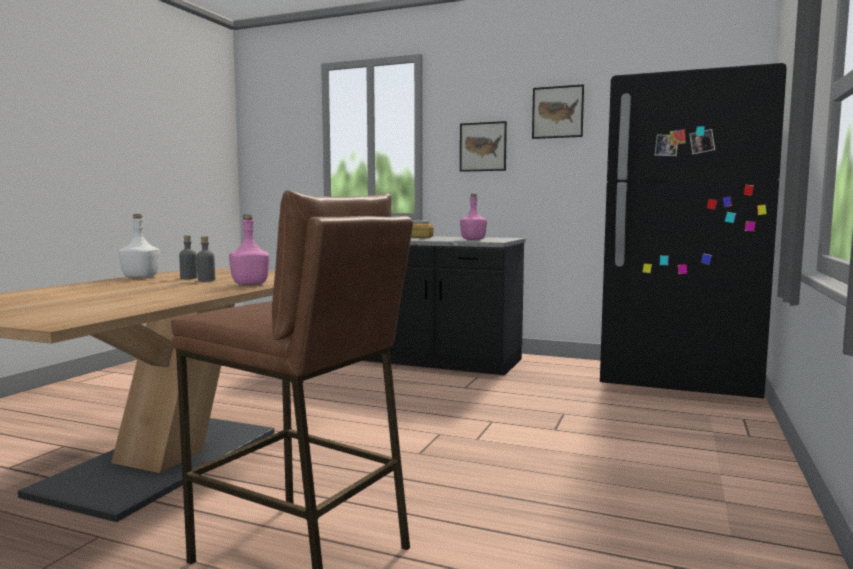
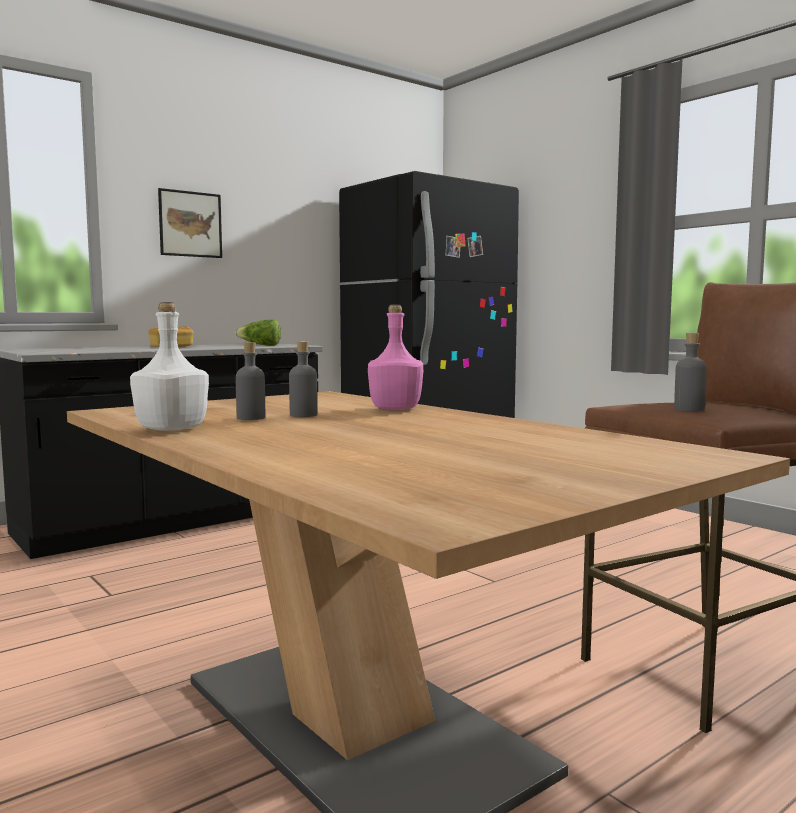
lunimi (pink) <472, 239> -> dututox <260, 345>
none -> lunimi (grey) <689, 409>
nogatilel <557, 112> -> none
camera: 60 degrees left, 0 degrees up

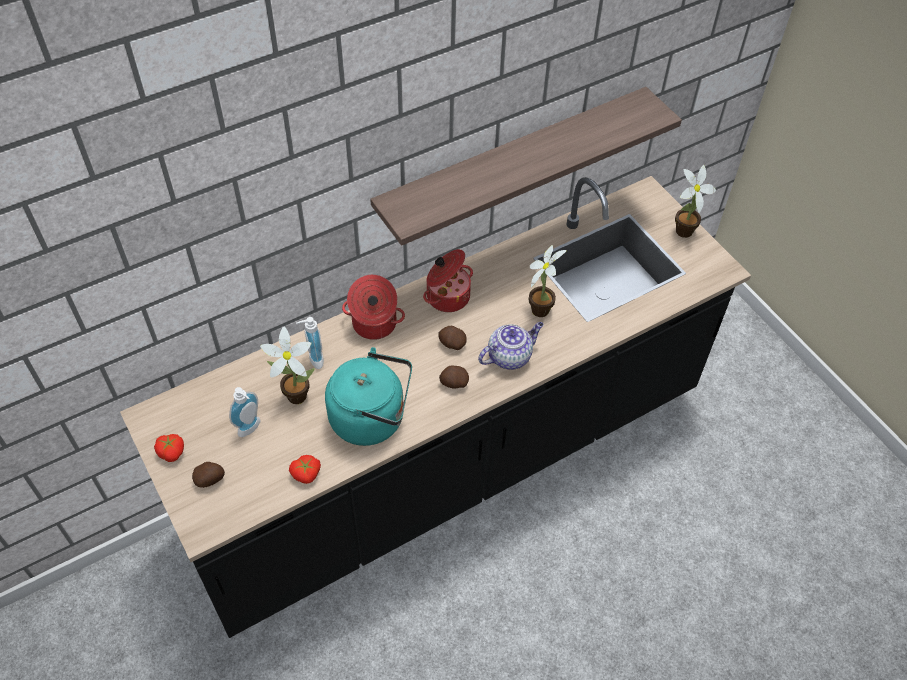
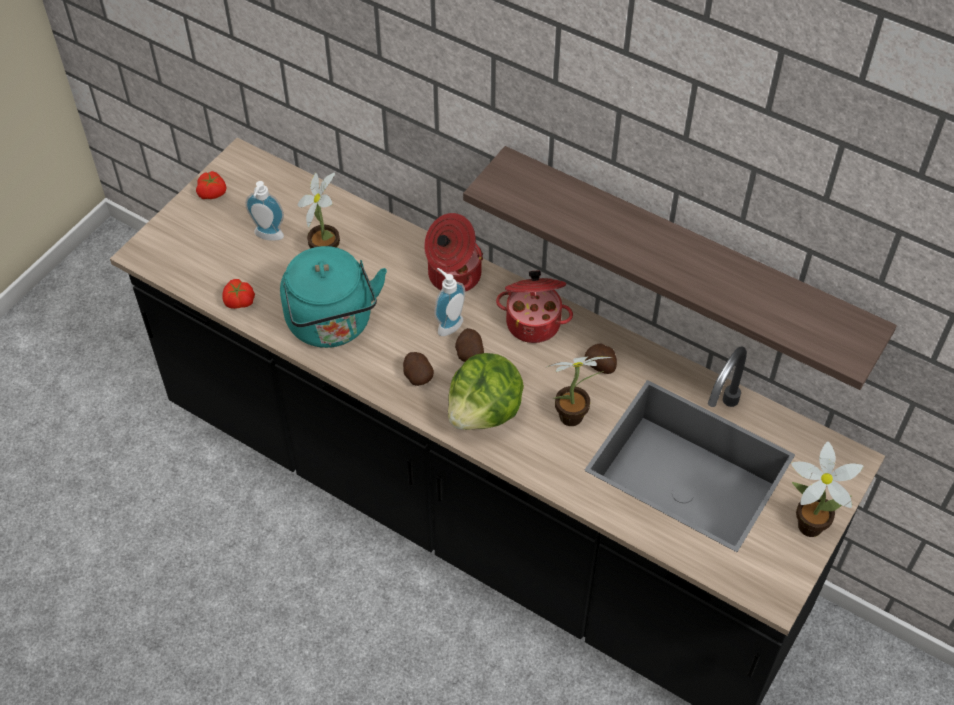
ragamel <313, 359> -> ragamel <447, 324>, shifted
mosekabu <510, 356> -> dututox <485, 412>
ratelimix <210, 479> -> ratelimix <601, 366>, shifted
camera: 65 degrees right, 0 degrees up

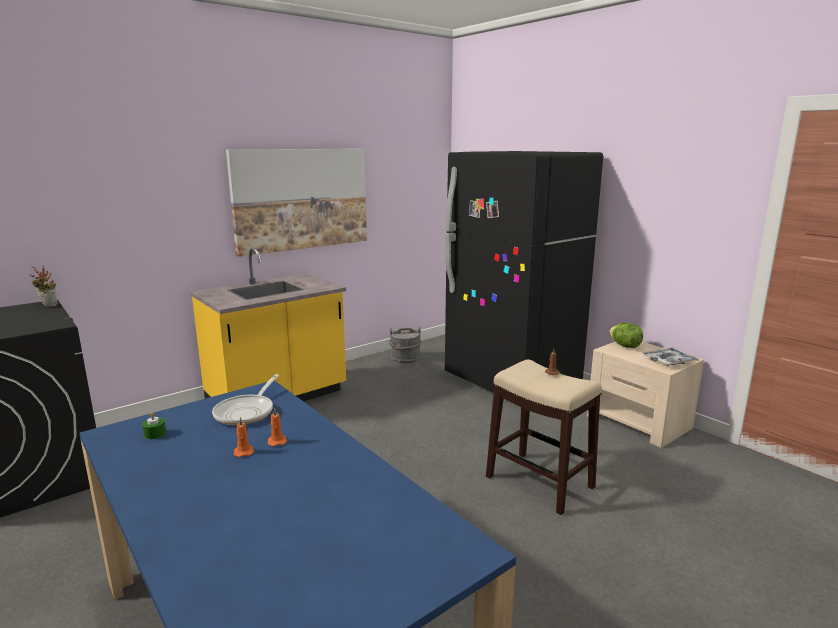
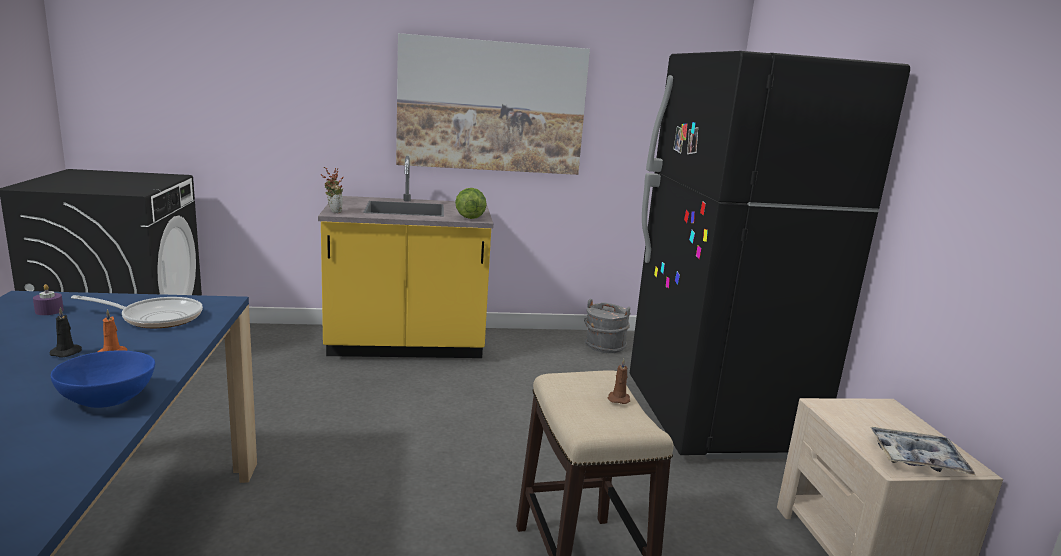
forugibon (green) <155, 434> -> forugibon (purple) <49, 311>
forugibon (orange) <243, 451> -> forugibon (black) <67, 352>
none -> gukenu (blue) <108, 399>
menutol <247, 412> -> menutol <156, 318>, 135 degrees counterclockwise
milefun <47, 306> -> milefun <333, 211>, shifted
dututox <625, 346> -> dututox <470, 217>, shifted
camera: 30 degrees right, 0 degrees up

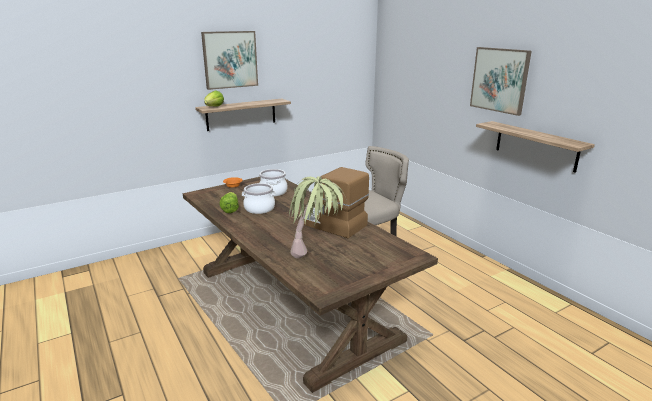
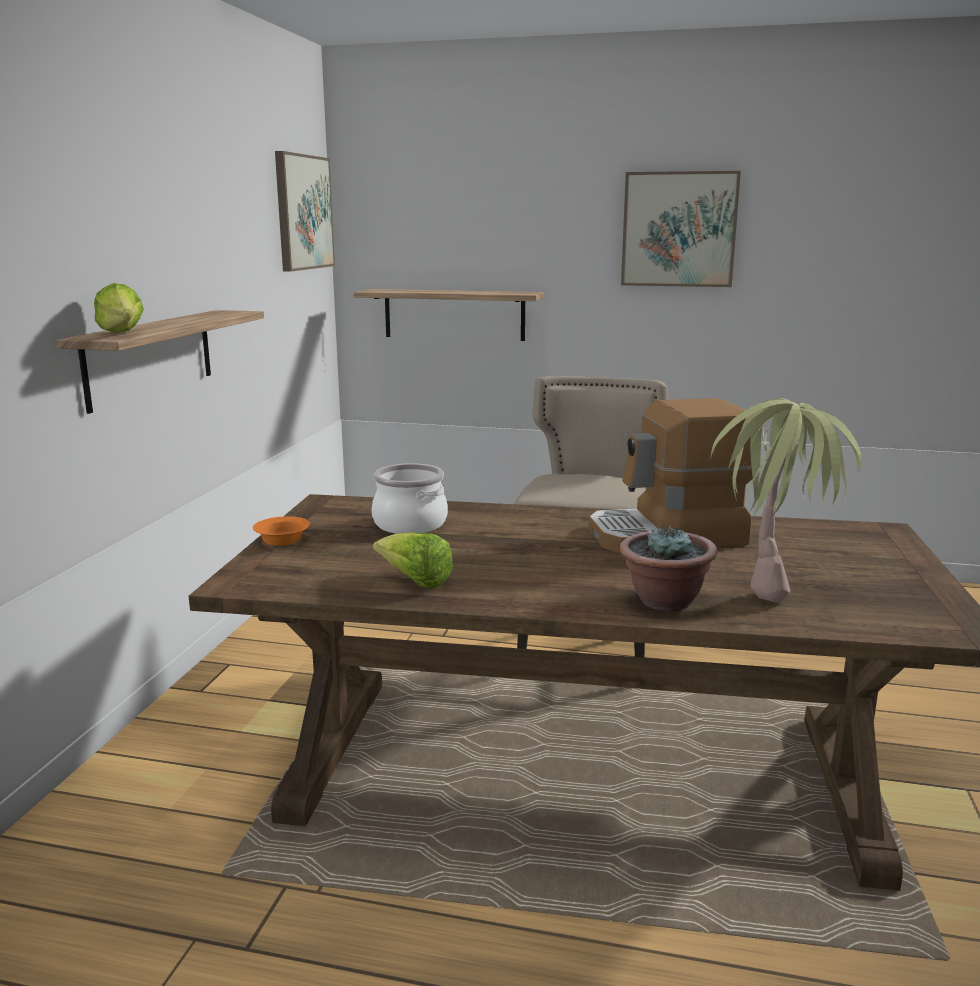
nogatilel <230, 59> -> nogatilel <303, 212>, shifted
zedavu <536, 146> -> zedavu <454, 314>, shifted
none -> milefun <664, 601>
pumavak <259, 208> -> none
camera: 45 degrees left, 5 degrees down

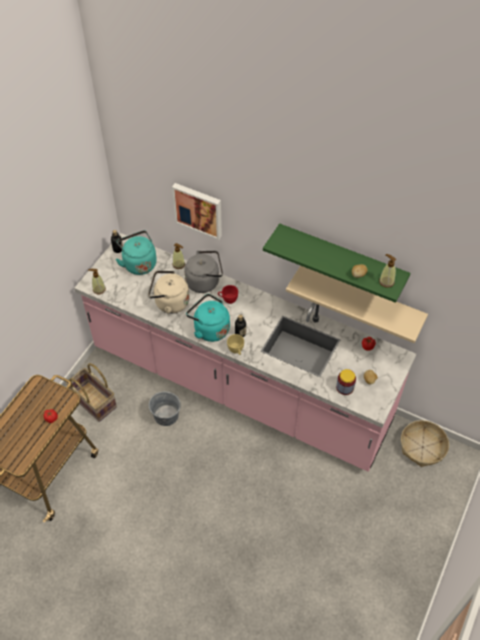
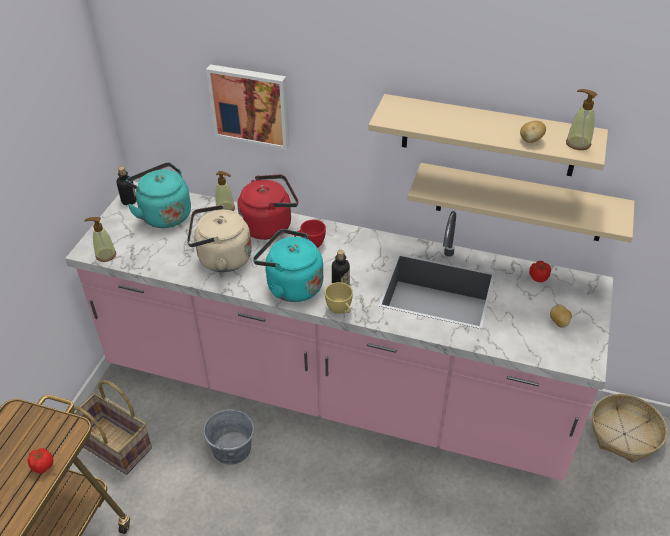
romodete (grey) <205, 282> -> romodete (red) <269, 225>
zedavu (green) <341, 259> -> zedavu (beige) <488, 136>
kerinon <345, 387> -> none
camera: 10 degrees left, 10 degrees down

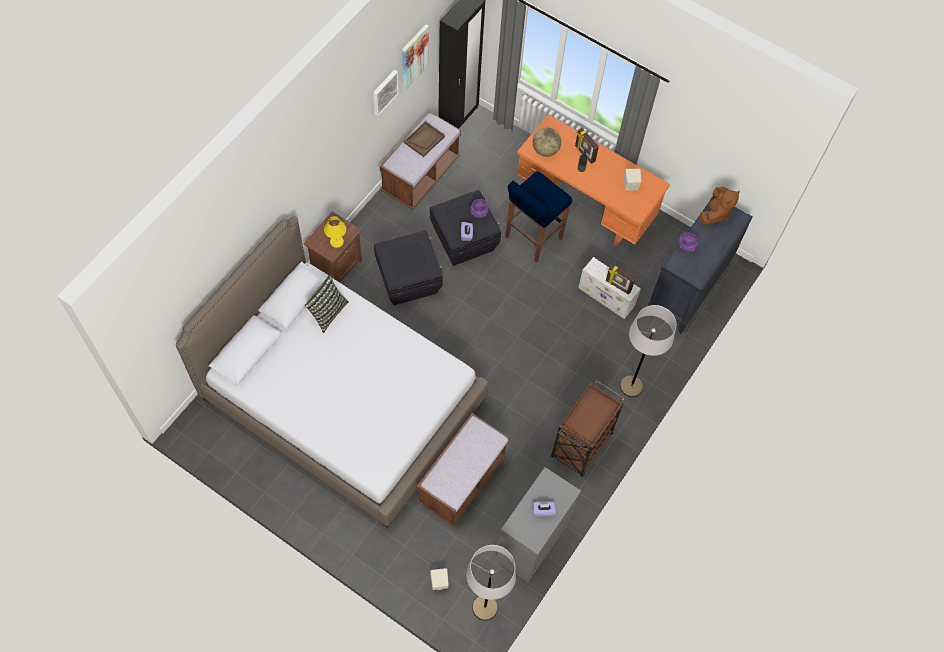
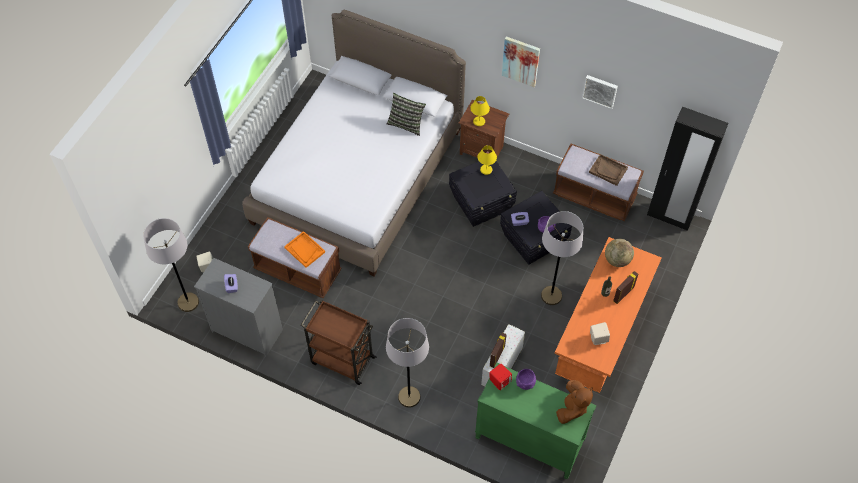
none -> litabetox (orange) <304, 250>
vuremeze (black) <688, 289> -> vuremeze (green) <528, 441>
none -> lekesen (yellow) <486, 170>
none -> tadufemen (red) <499, 381>
nogatilel <414, 57> -> nogatilel <521, 61>, shifted
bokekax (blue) <533, 238> -> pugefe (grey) <551, 296>
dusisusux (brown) <715, 213> -> dusisusux (brown) <572, 408>, 90 degrees counterclockwise
camera: 85 degrees right, 5 degrees down

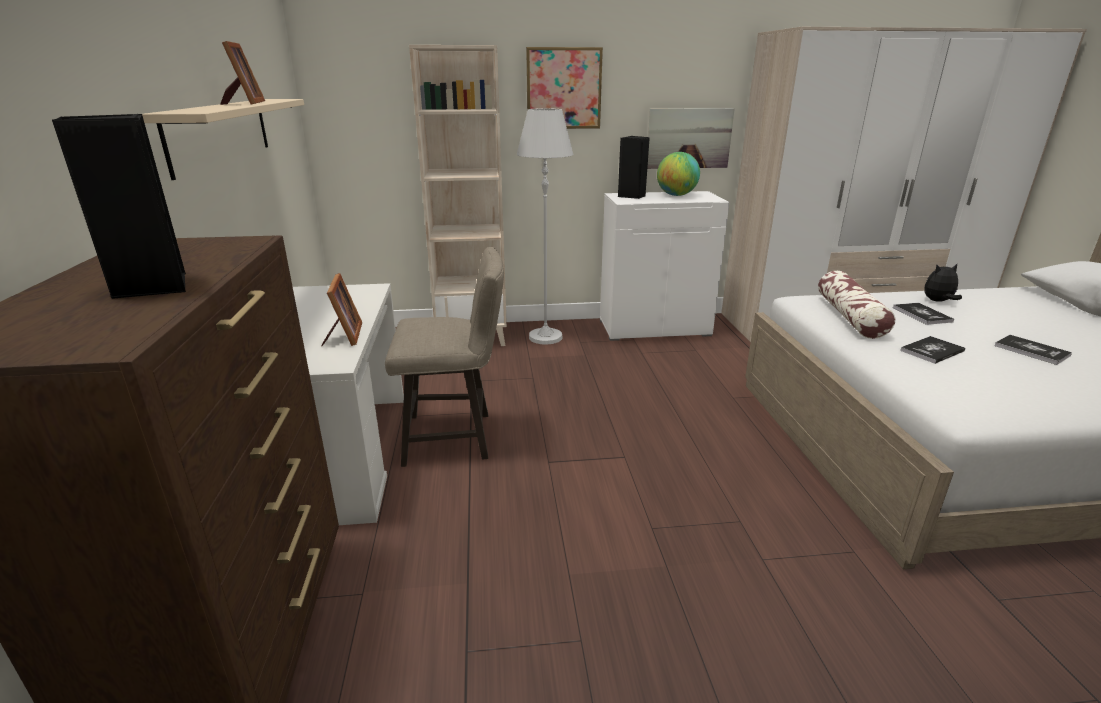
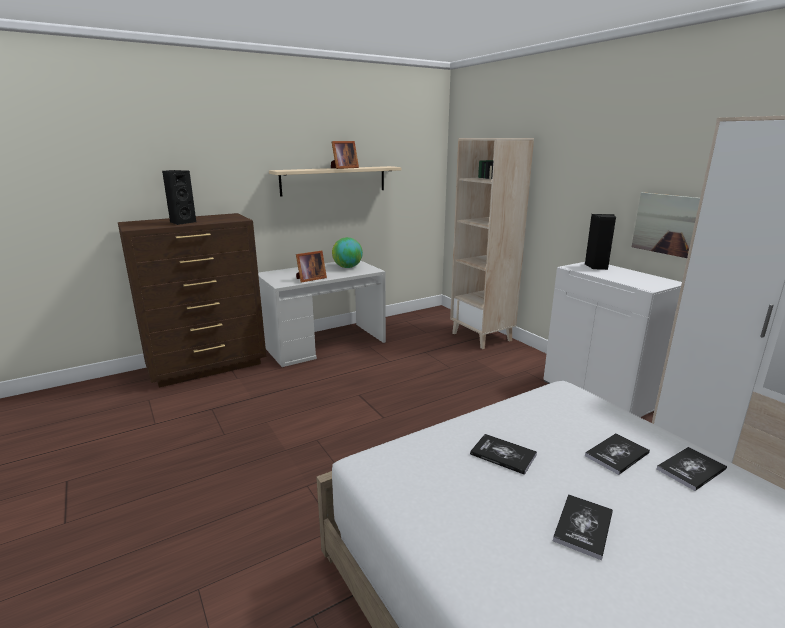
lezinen <676, 195> -> lezinen <347, 267>, shifted
dusisusux <938, 301> -> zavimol <691, 469>
bokekax (beige) <456, 437> -> none
pugefe (white) <545, 337> -> none
nogatilel <563, 88> -> none
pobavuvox <850, 317> -> none
camera: 65 degrees right, 5 degrees down

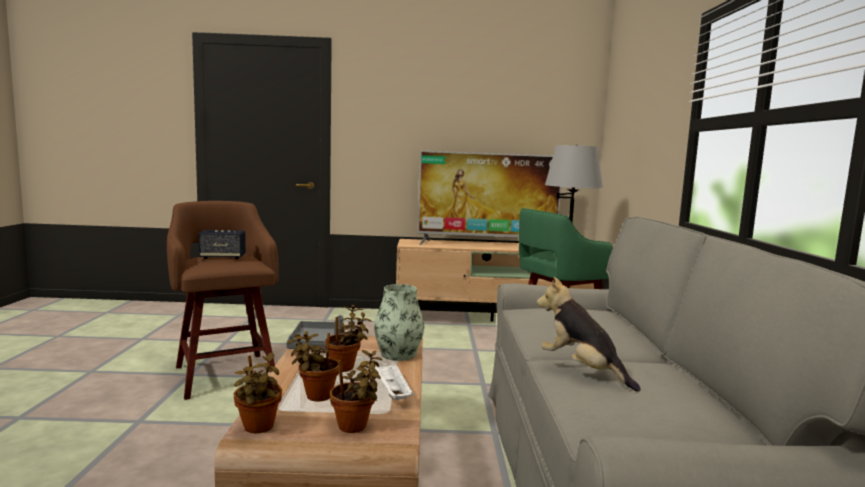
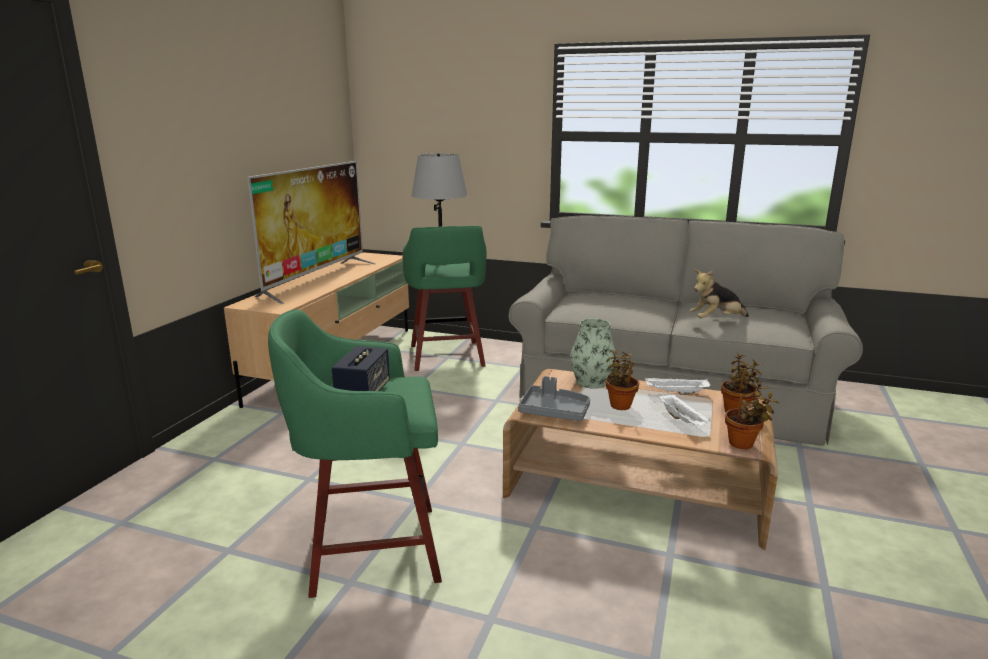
bokekax (brown) <225, 373> -> bokekax (green) <370, 549>
milefun <315, 396> -> litabetox (white) <682, 420>
camera: 70 degrees left, 10 degrees up

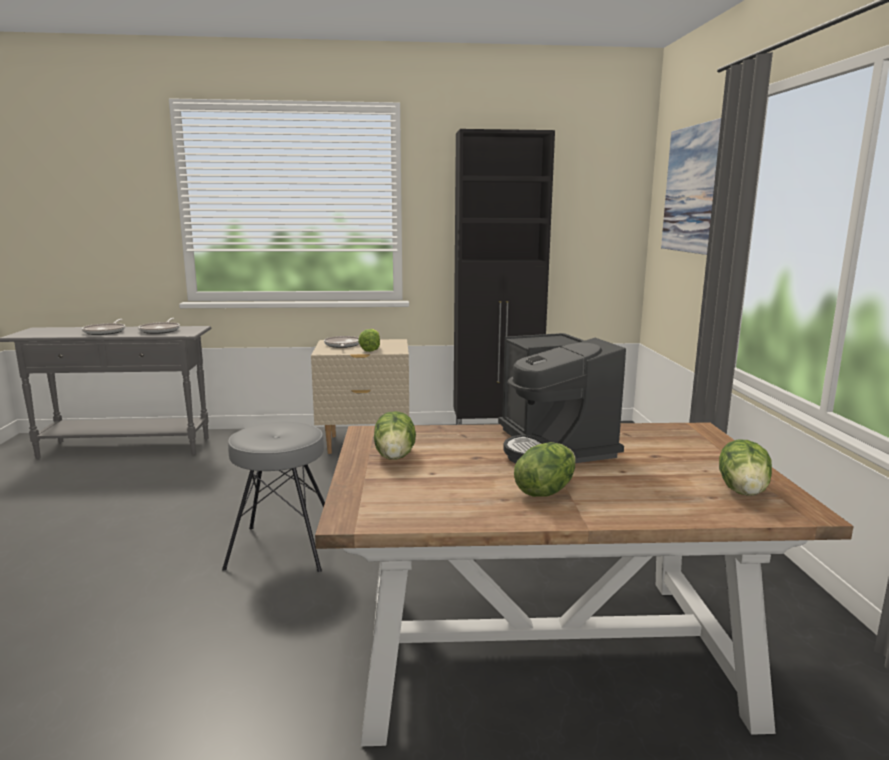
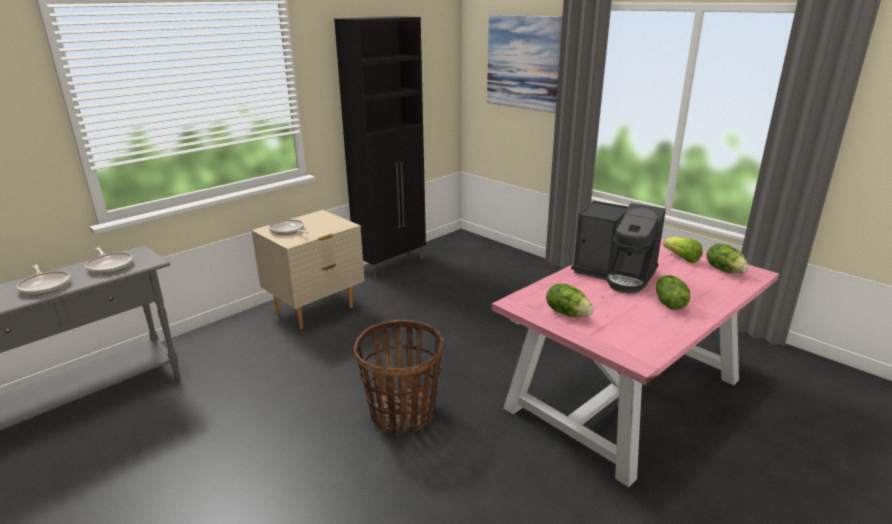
bokekax (grey) <283, 549> -> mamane <402, 413>
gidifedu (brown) <546, 650> -> gidifedu (pink) <625, 393>
dututox <371, 349> -> dututox <682, 258>, shifted
camera: 40 degrees left, 10 degrees up

